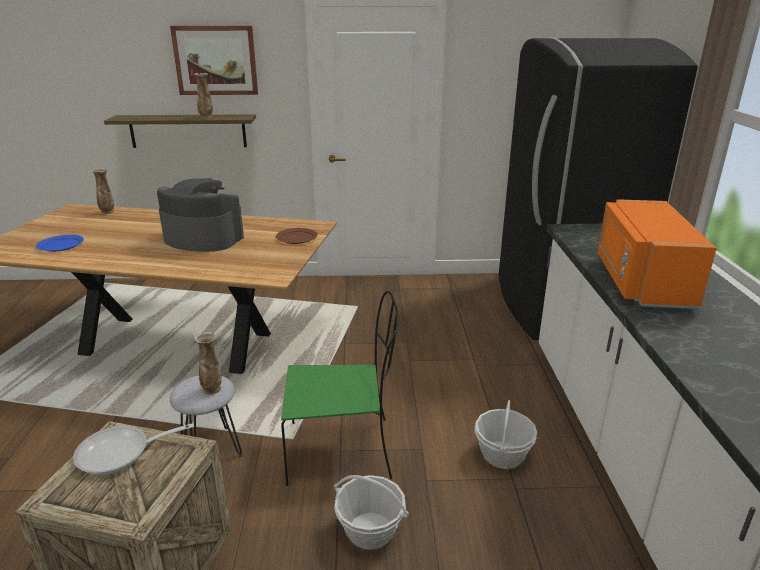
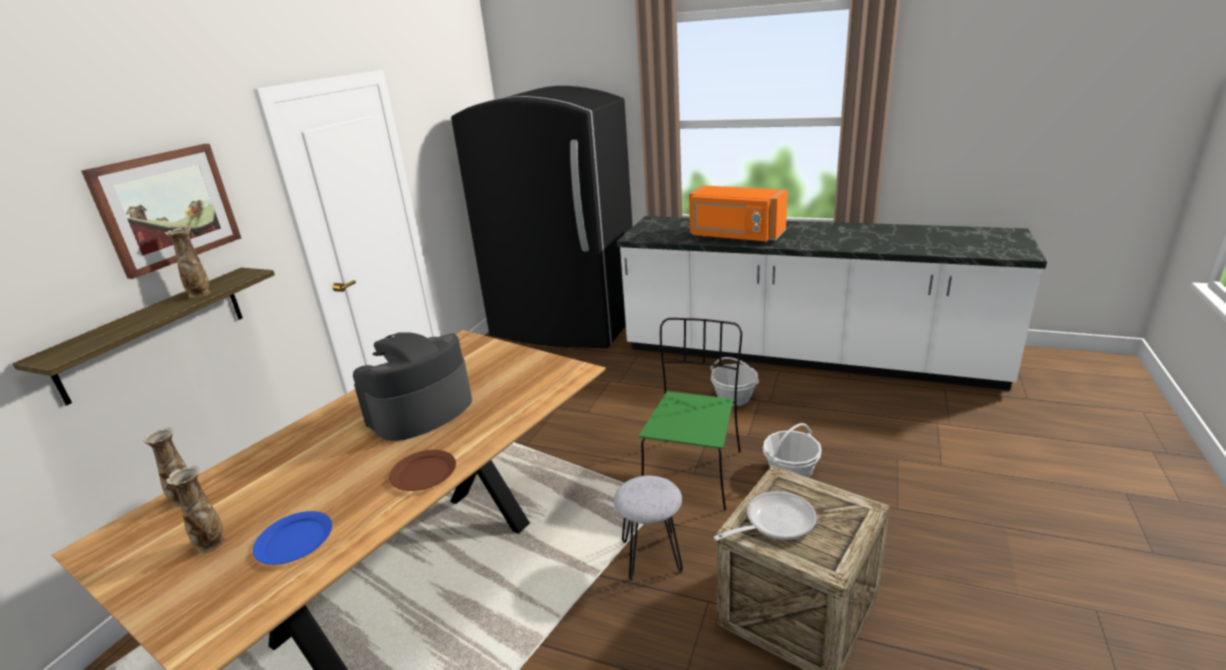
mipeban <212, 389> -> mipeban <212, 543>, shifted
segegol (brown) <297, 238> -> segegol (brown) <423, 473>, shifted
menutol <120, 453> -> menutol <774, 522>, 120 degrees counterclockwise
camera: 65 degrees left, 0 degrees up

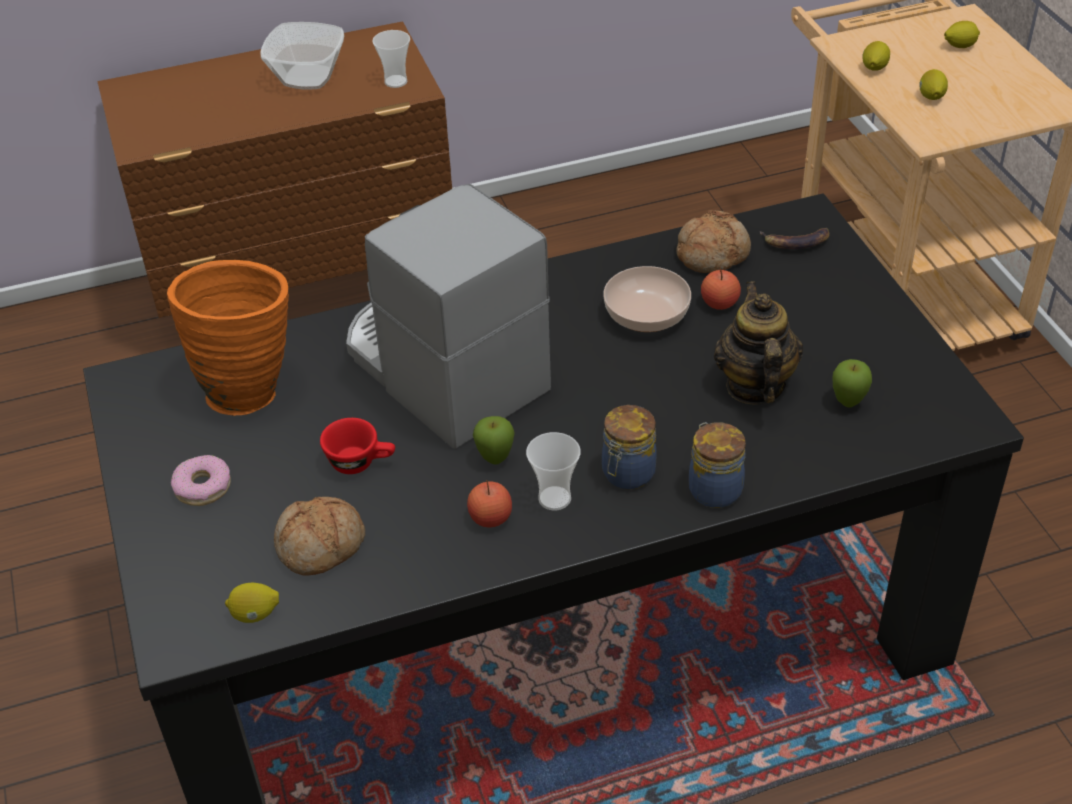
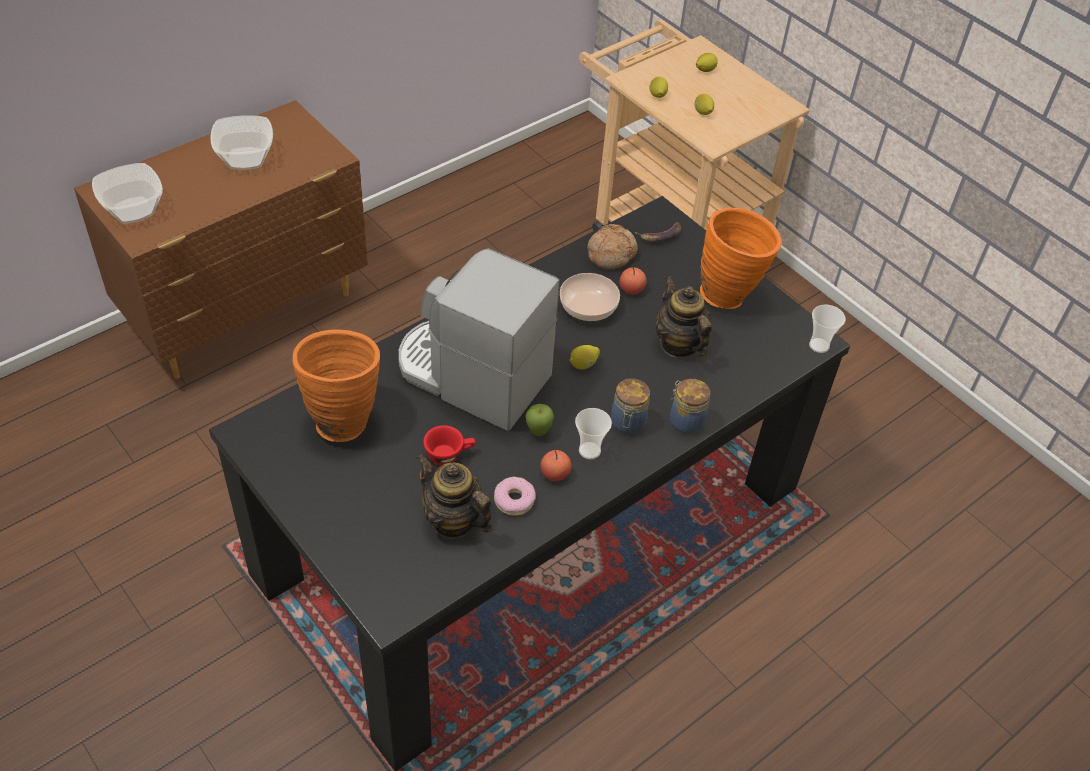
none -> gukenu <132, 210>
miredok <321, 546> -> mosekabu <453, 520>
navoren <202, 487> -> navoren <514, 500>, shifted
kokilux <255, 615> -> kokilux <583, 364>, shifted
none -> mipeban (orange) <730, 293>
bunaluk <395, 81> -> bunaluk <819, 345>, shifted
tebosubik <848, 403> -> none
camera: 25 degrees left, 5 degrees up

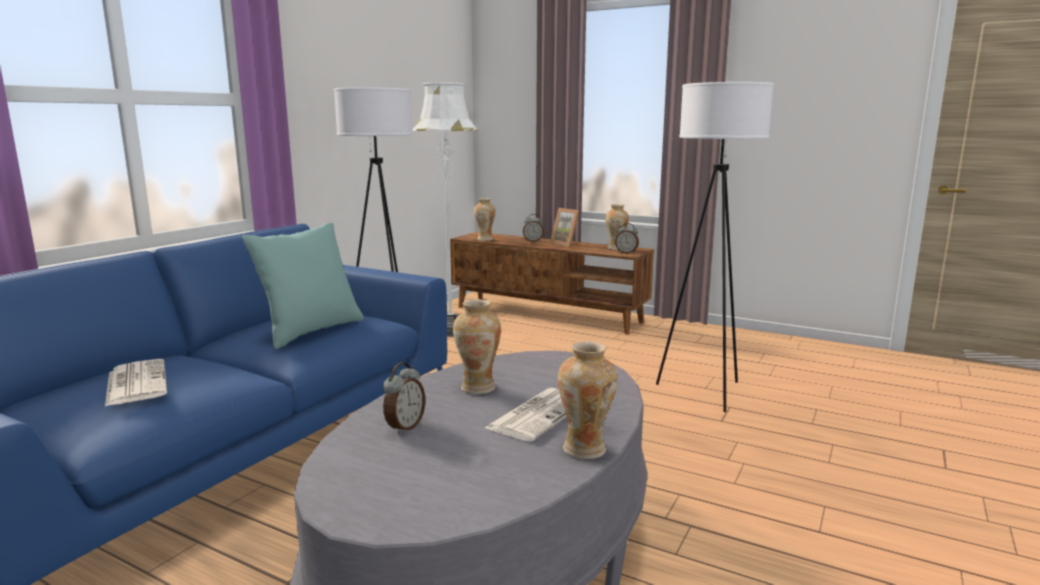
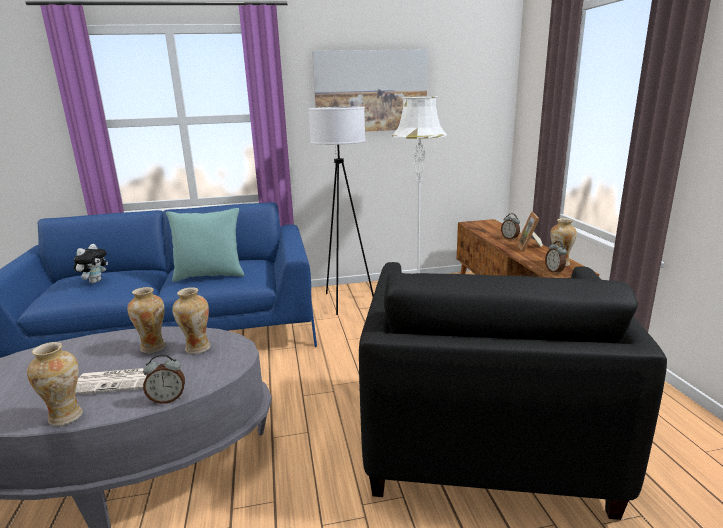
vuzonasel <136, 383> -> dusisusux <95, 281>
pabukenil <404, 427> -> pabukenil <167, 399>, shifted
mipeban <485, 239> -> mipeban <197, 348>, shifted
none -> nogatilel <371, 91>
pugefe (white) <704, 392> -> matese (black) <483, 437>
camera: 50 degrees right, 5 degrees up

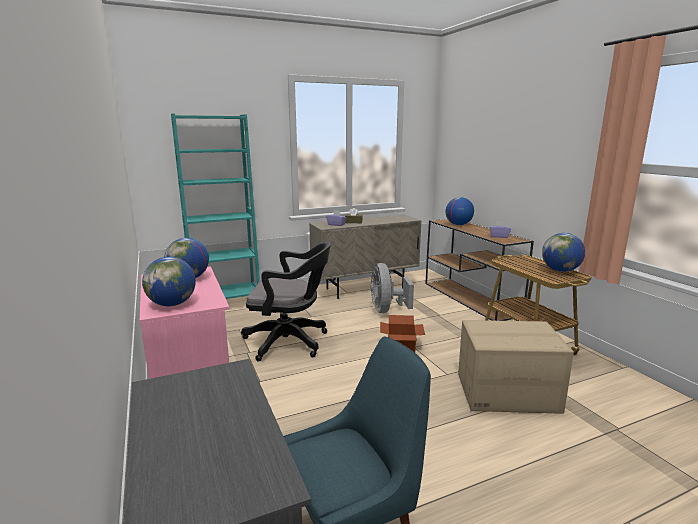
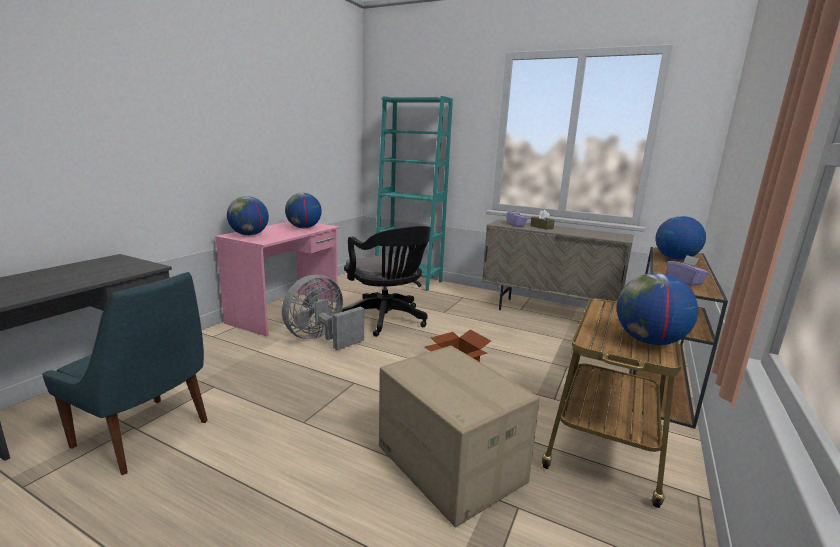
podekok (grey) <386, 310> -> podekok (grey) <321, 339>, shifted
camera: 50 degrees right, 0 degrees up

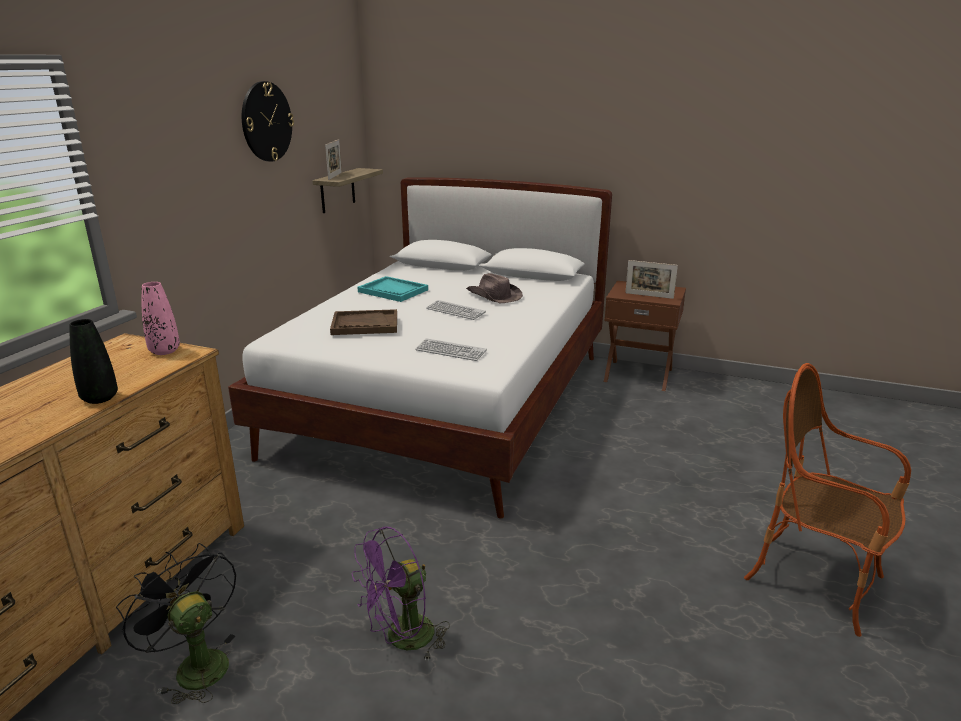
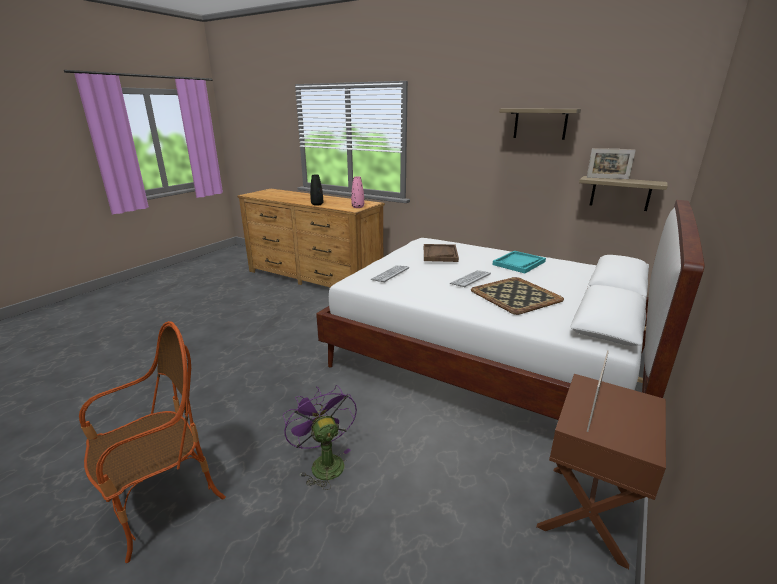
podekok (purple) <402, 640> -> podekok (purple) <323, 462>, shifted
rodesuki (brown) <493, 296> -> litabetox <515, 295>
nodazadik <266, 122> -> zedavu <540, 123>
podekok (black) <195, 665> -> none
camera: 100 degrees right, 0 degrees up

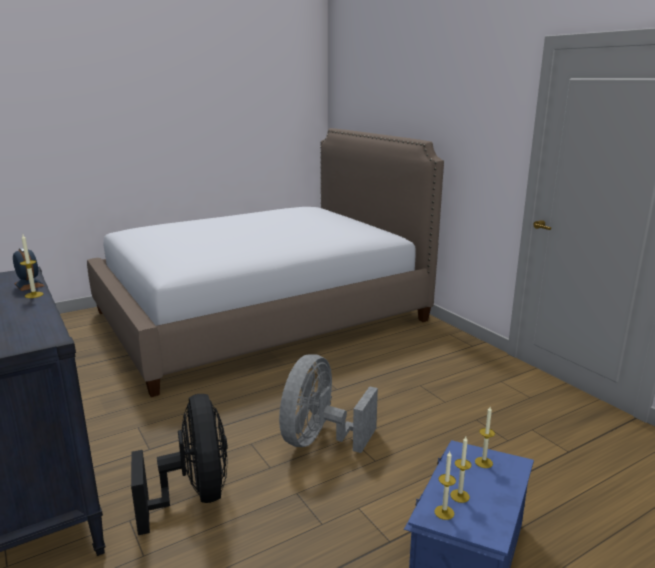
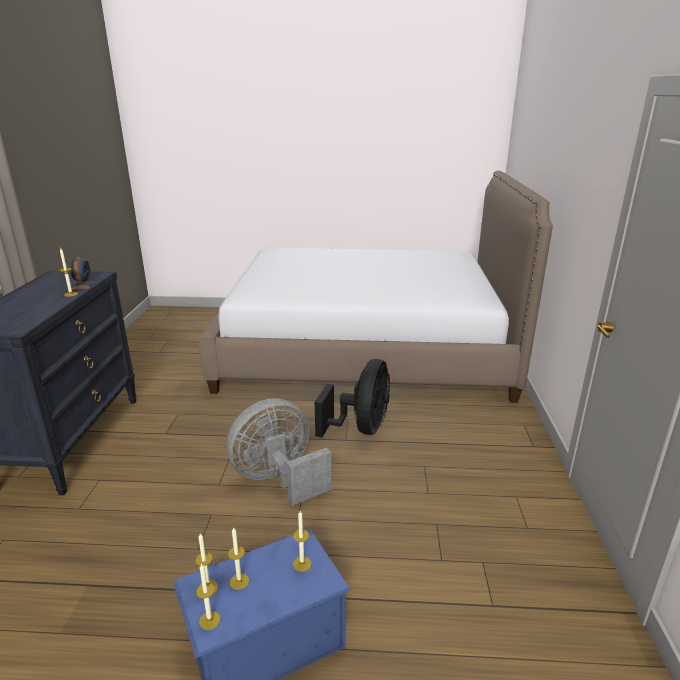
none -> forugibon <209, 620>
podekok (black) <194, 495> -> podekok (black) <361, 428>, shifted
camera: 35 degrees right, 5 degrees up

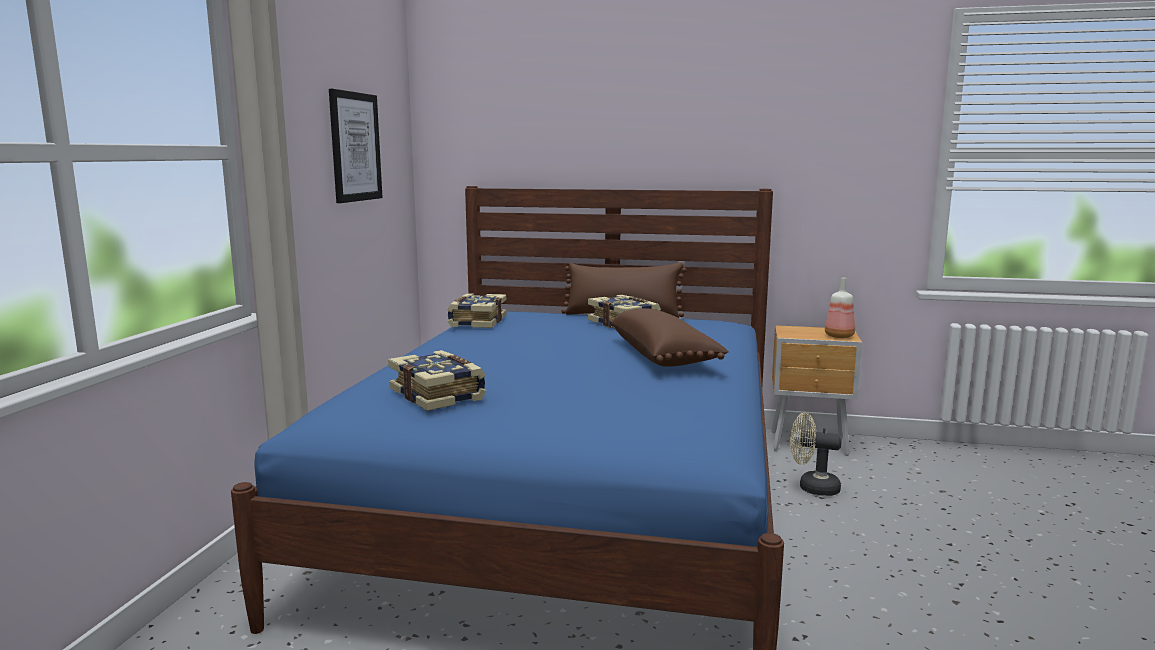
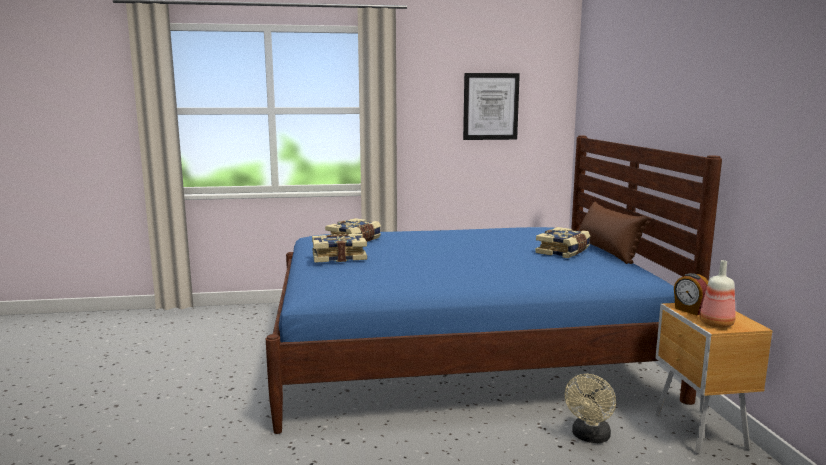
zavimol <476, 322> -> zavimol <339, 257>, shifted
podekok (beige) <812, 487> -> podekok (beige) <589, 437>, 150 degrees counterclockwise
none -> pabukenil <690, 310>
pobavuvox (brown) <664, 357> -> none
camera: 70 degrees right, 0 degrees up

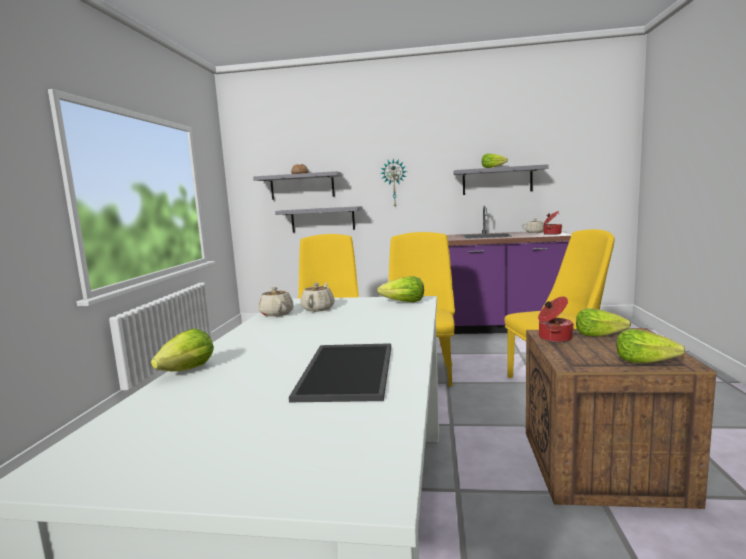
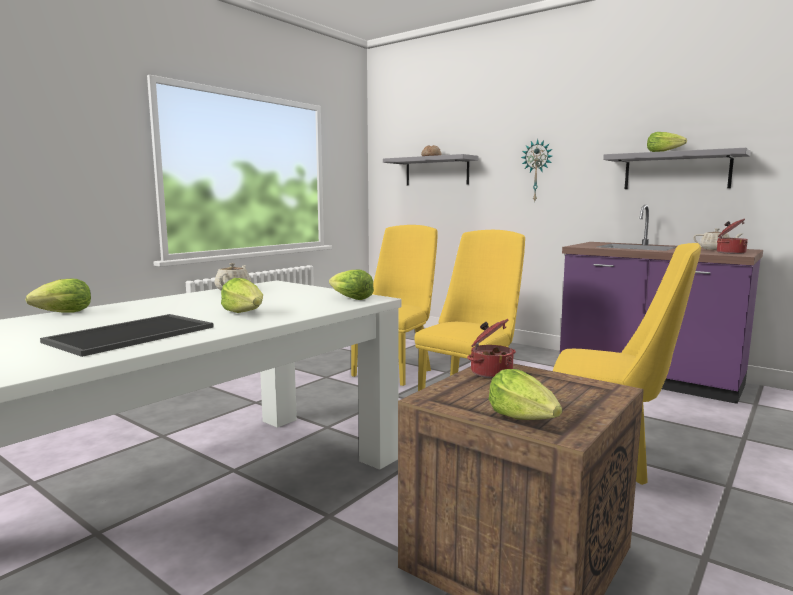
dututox <599, 335> -> dututox <245, 313>, shifted
zedavu (grey) <322, 219> -> none
mosekabu (beige) <318, 309> -> none
camera: 30 degrees right, 0 degrees up

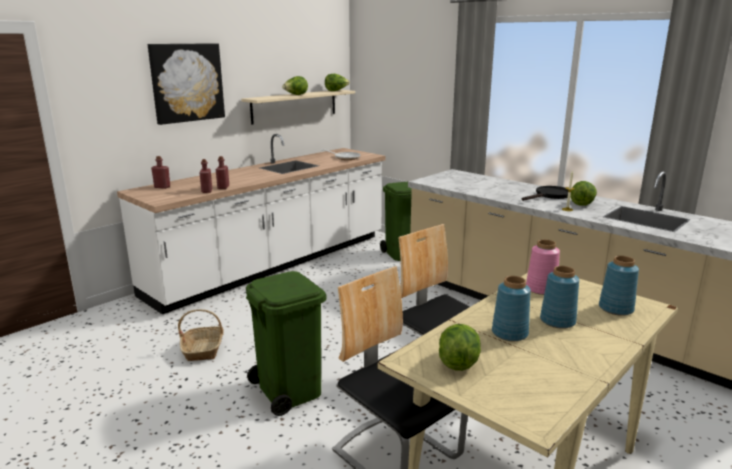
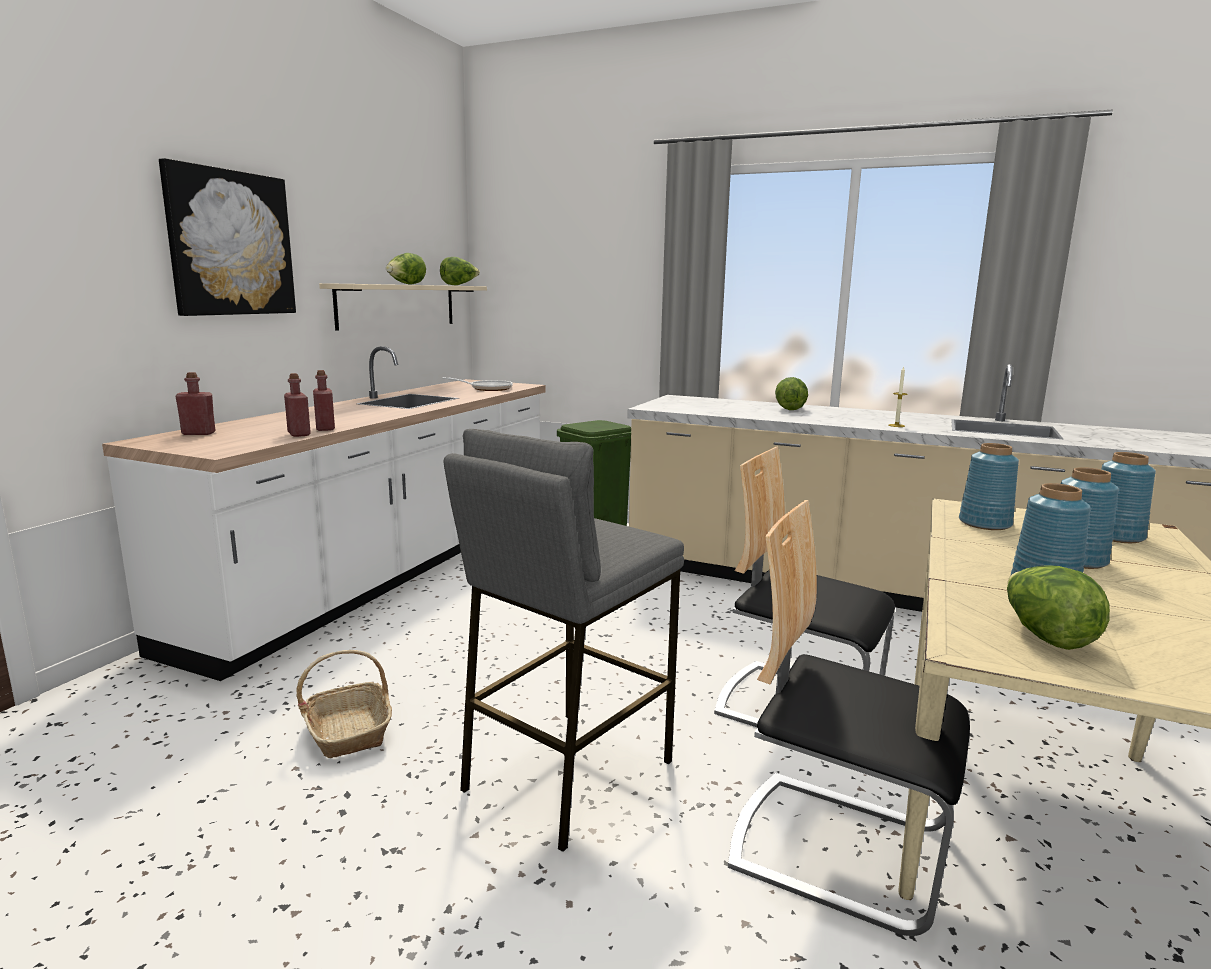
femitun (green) <288, 390> -> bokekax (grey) <566, 774>
dututox <582, 204> -> dututox <789, 409>, shifted
mipeban (pink) <541, 289> -> mipeban (blue) <984, 523>
menutol (black) <550, 195> -> none
camera: 20 degrees left, 5 degrees down

